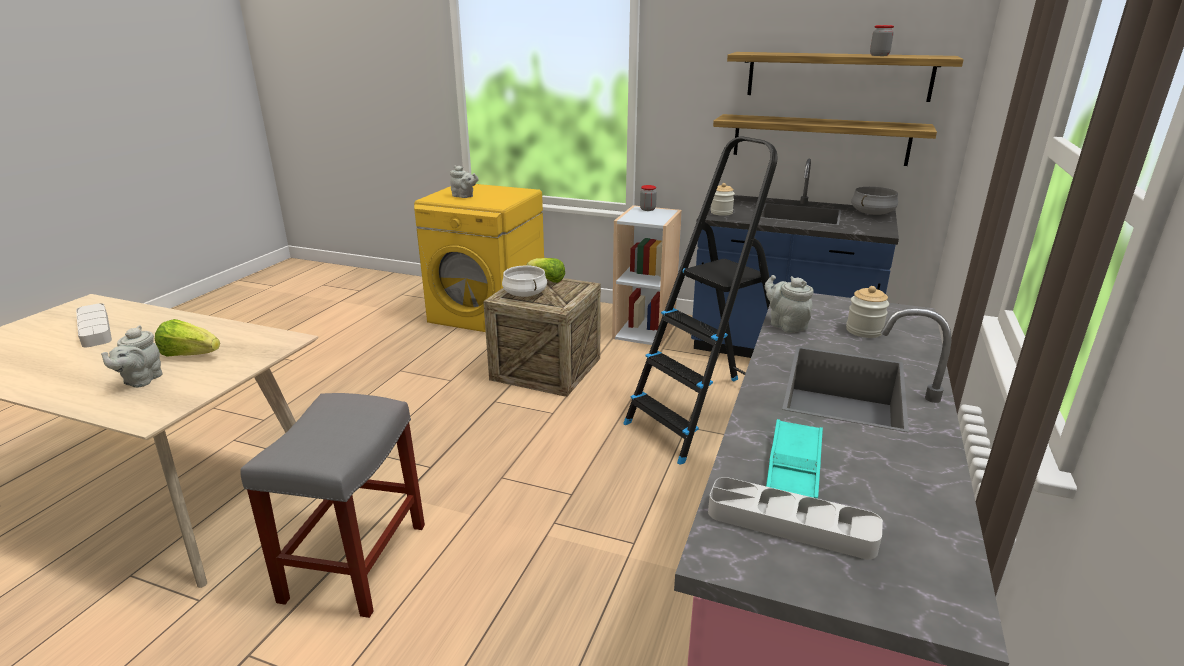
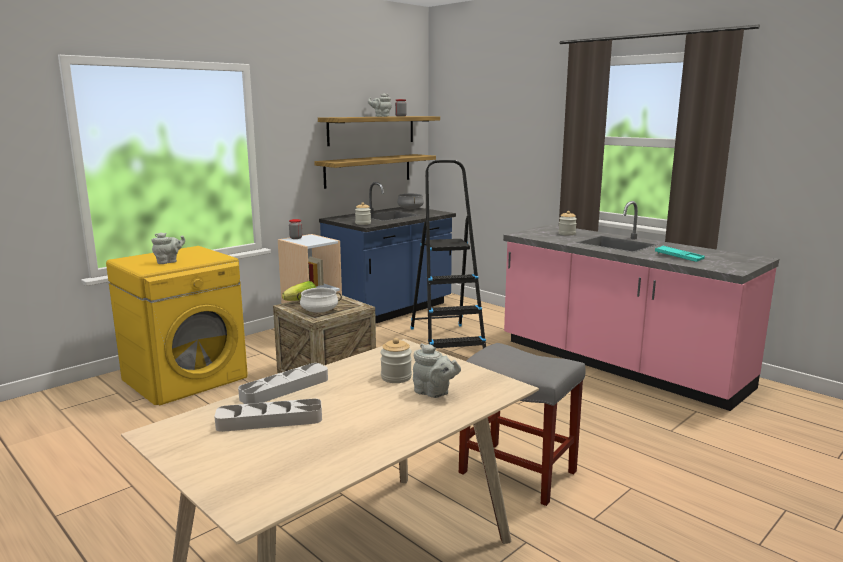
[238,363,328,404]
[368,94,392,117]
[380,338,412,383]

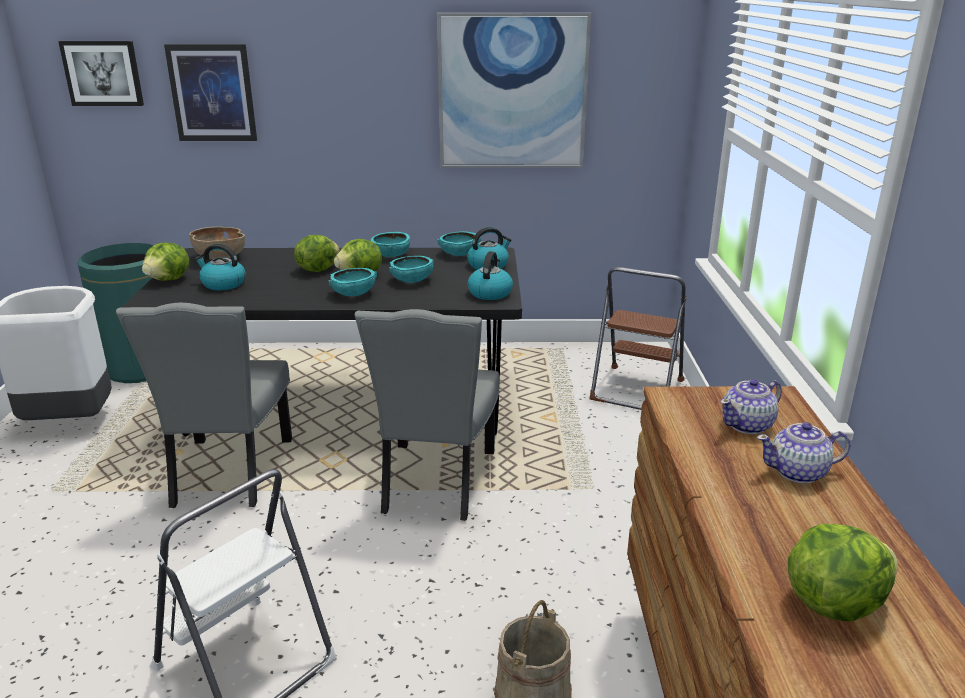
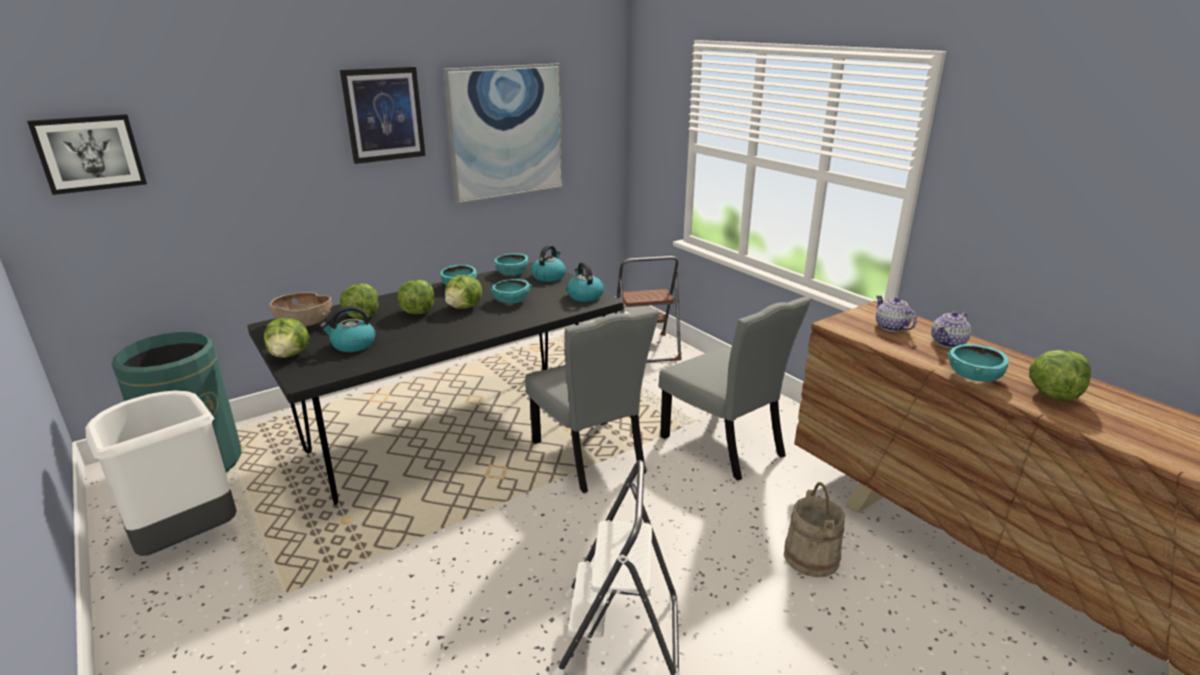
[340,67,426,164]
[340,284,378,319]
[658,297,811,481]
[876,295,917,332]
[947,344,1009,382]

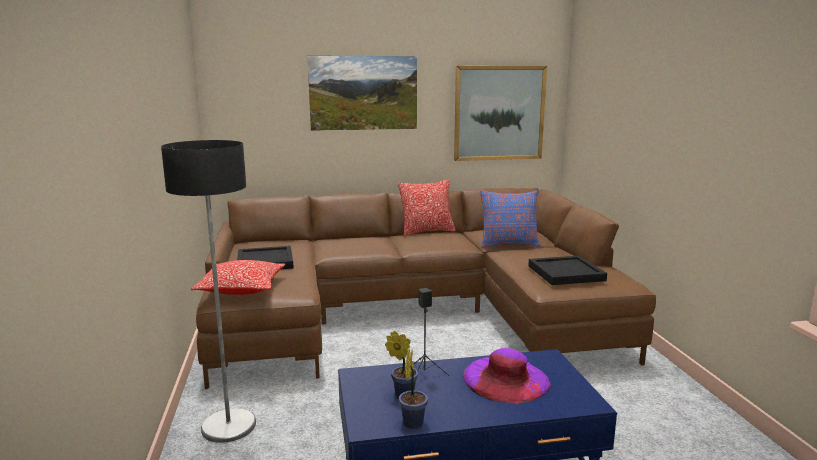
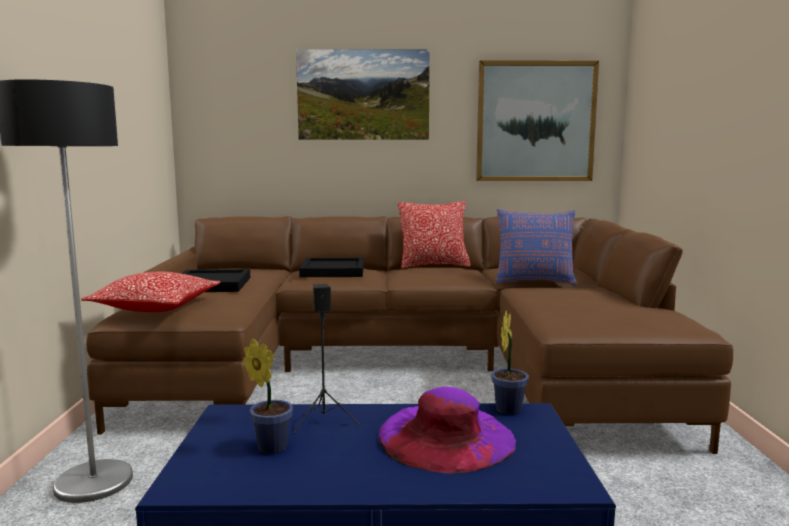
[299,258,364,277]
[491,310,529,414]

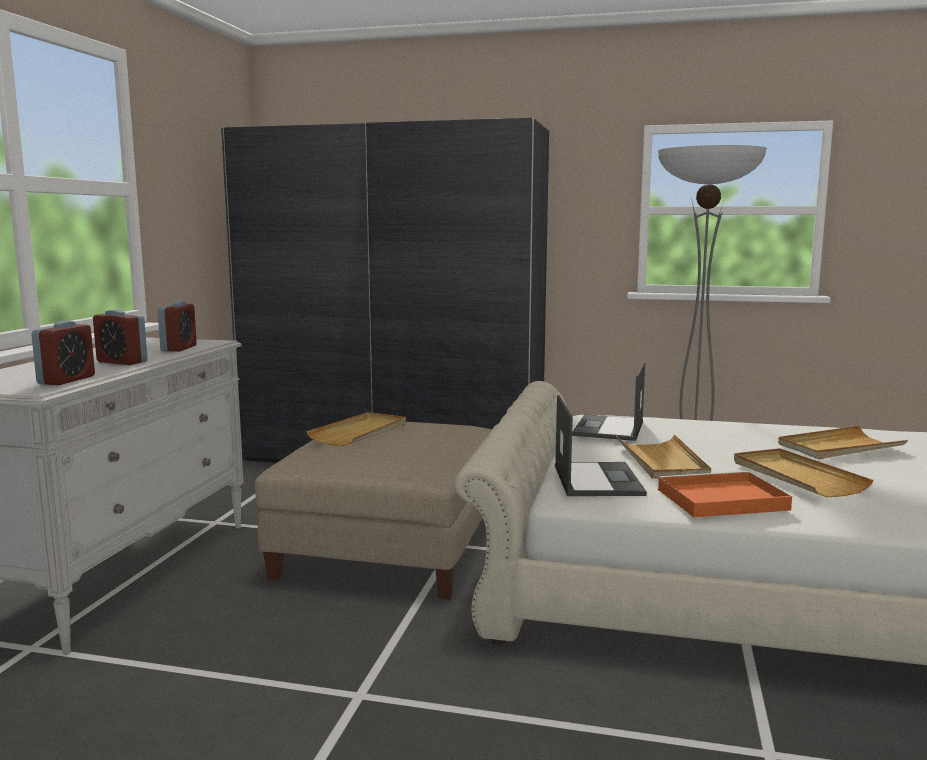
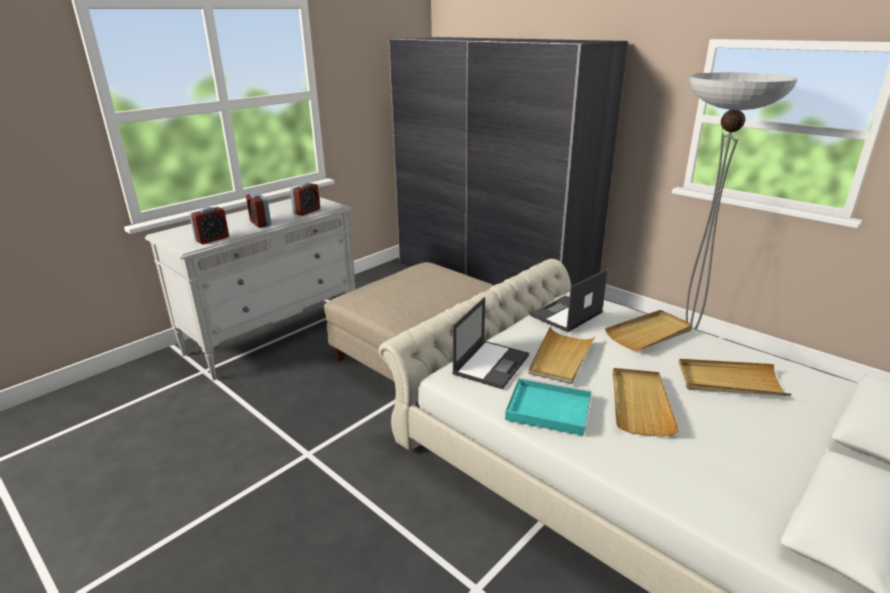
[505,377,591,436]
[605,310,693,351]

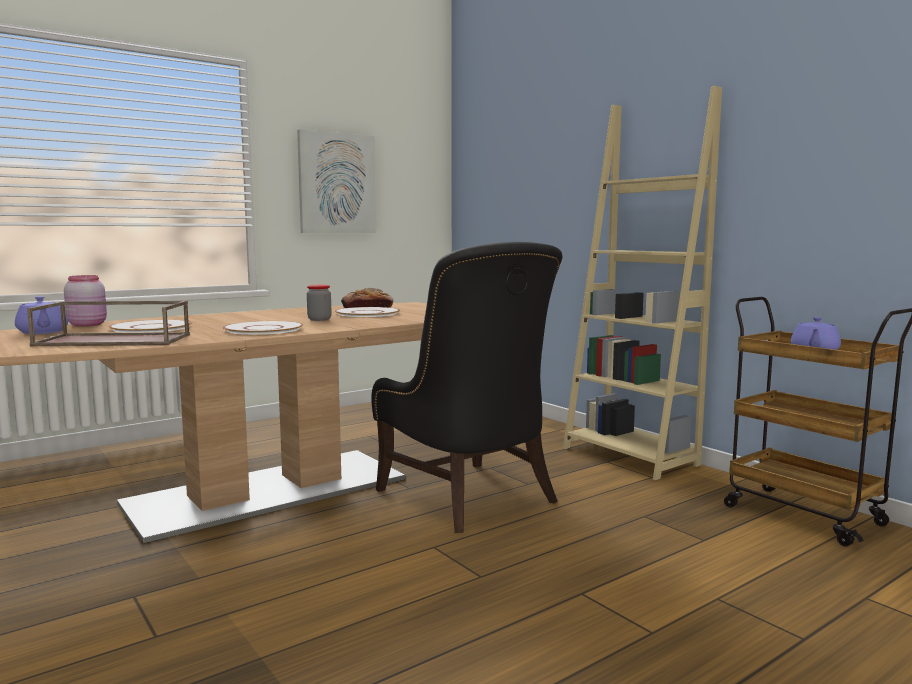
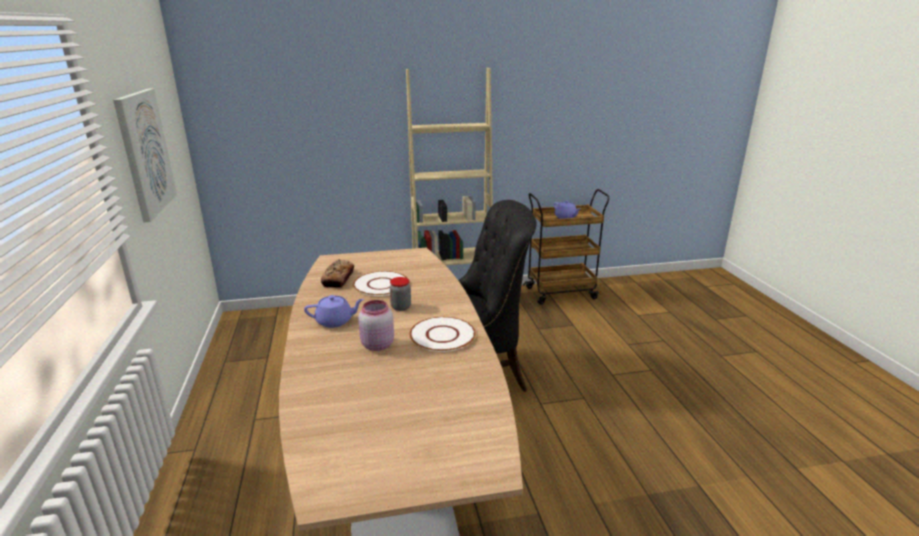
[304,295,364,328]
[358,300,394,351]
[27,301,190,346] (first image)
[109,320,192,333] (first image)

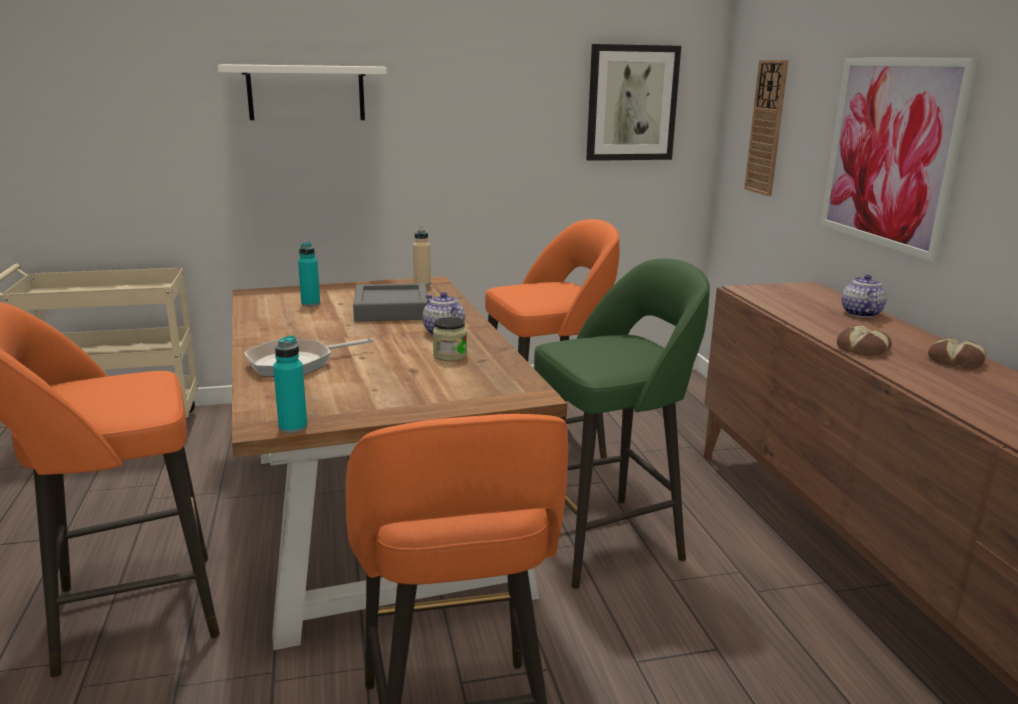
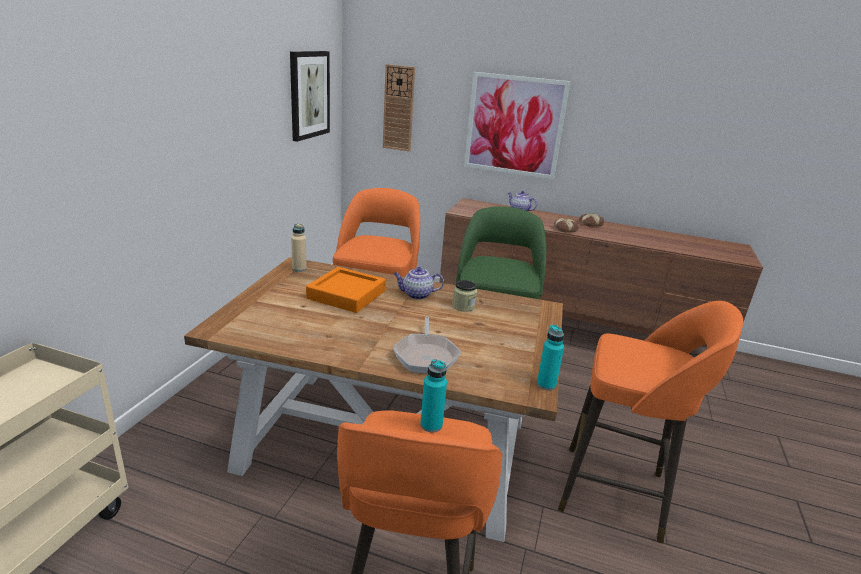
[306,267,386,313]
[420,359,447,432]
[218,64,387,120] (first image)

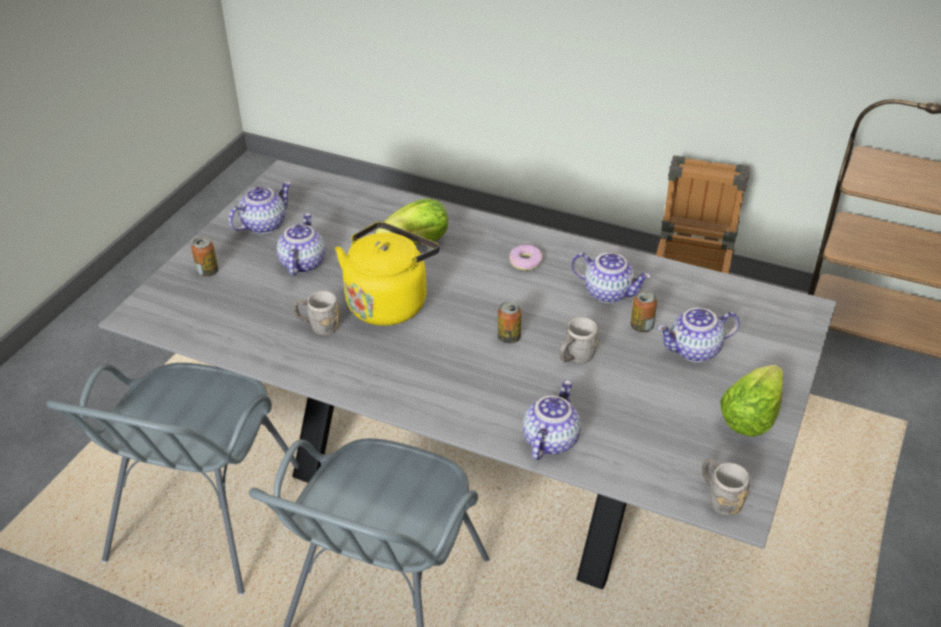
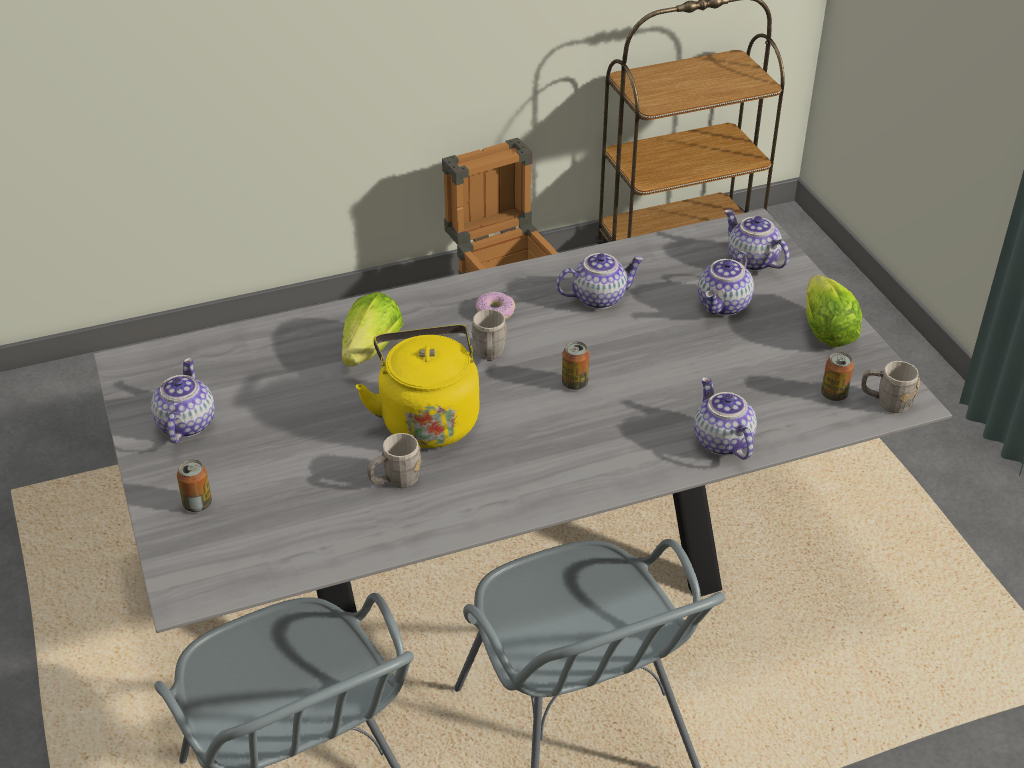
[471,309,507,361]
[725,209,790,271]
[821,352,854,401]

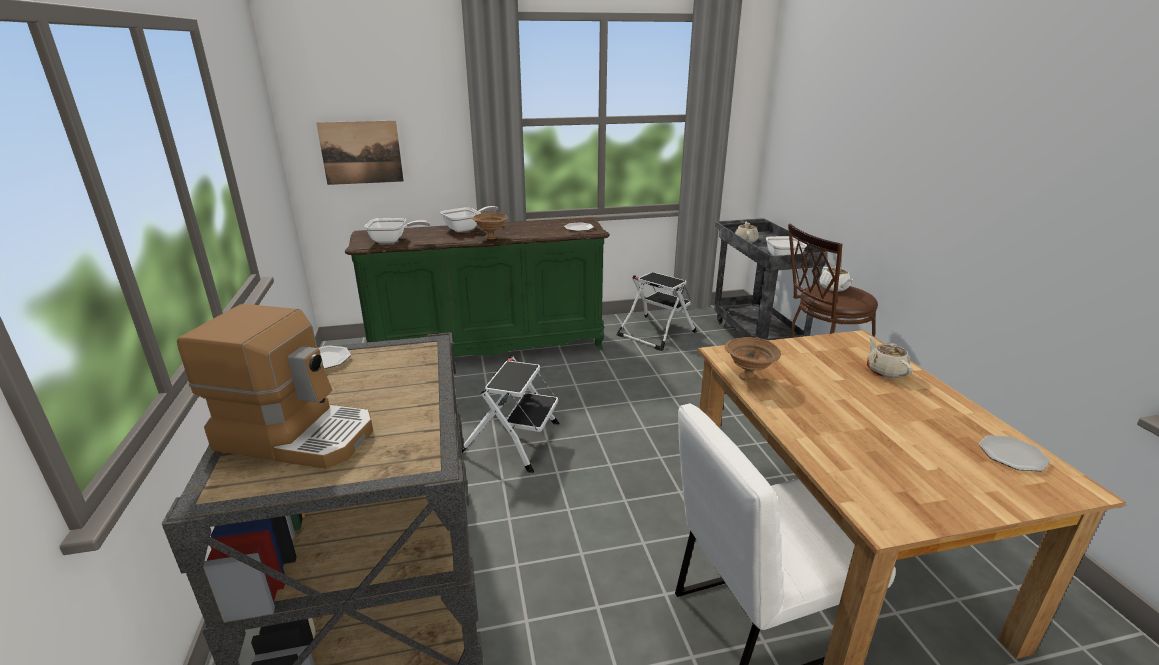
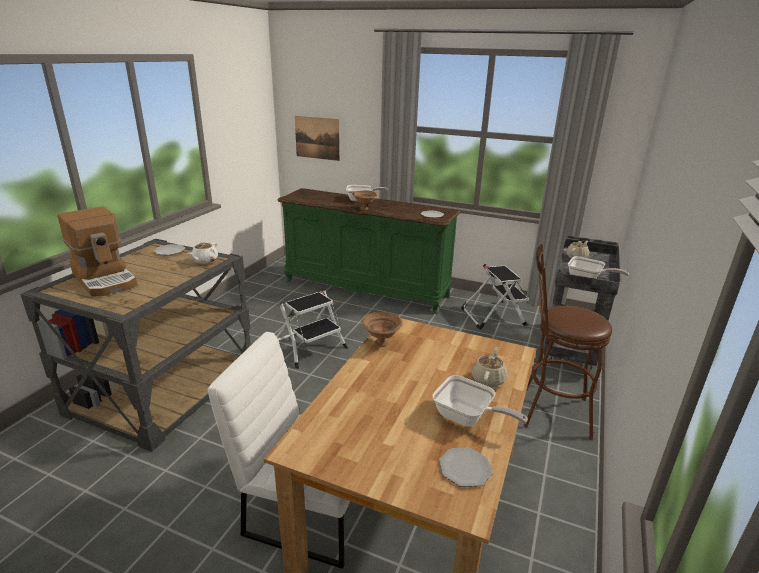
[188,242,218,264]
[433,375,528,427]

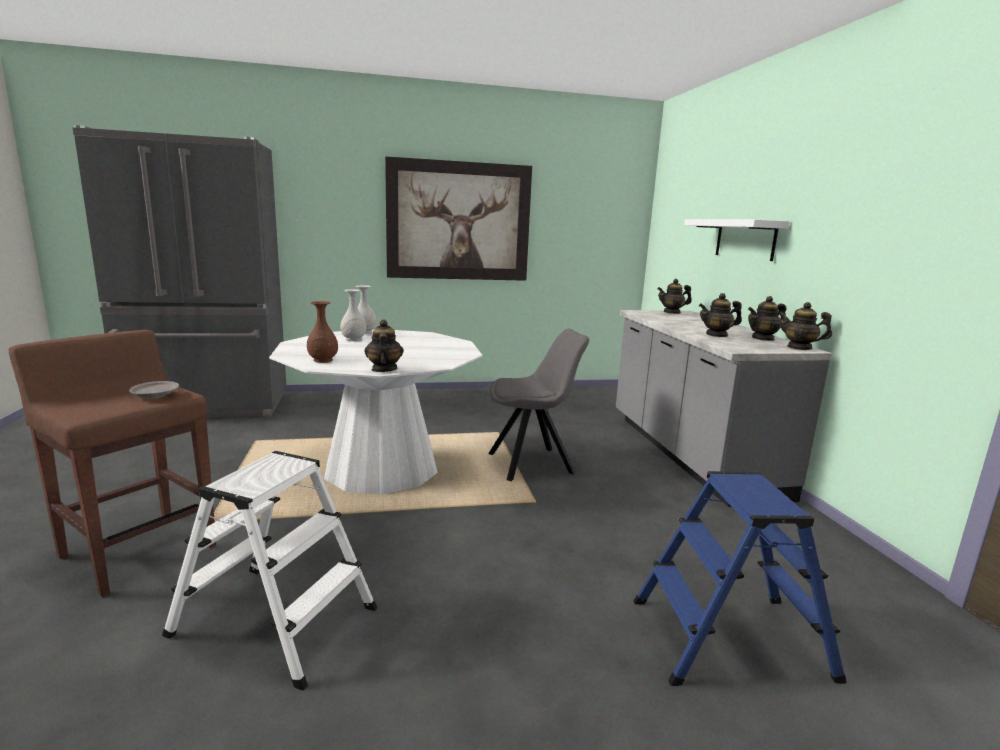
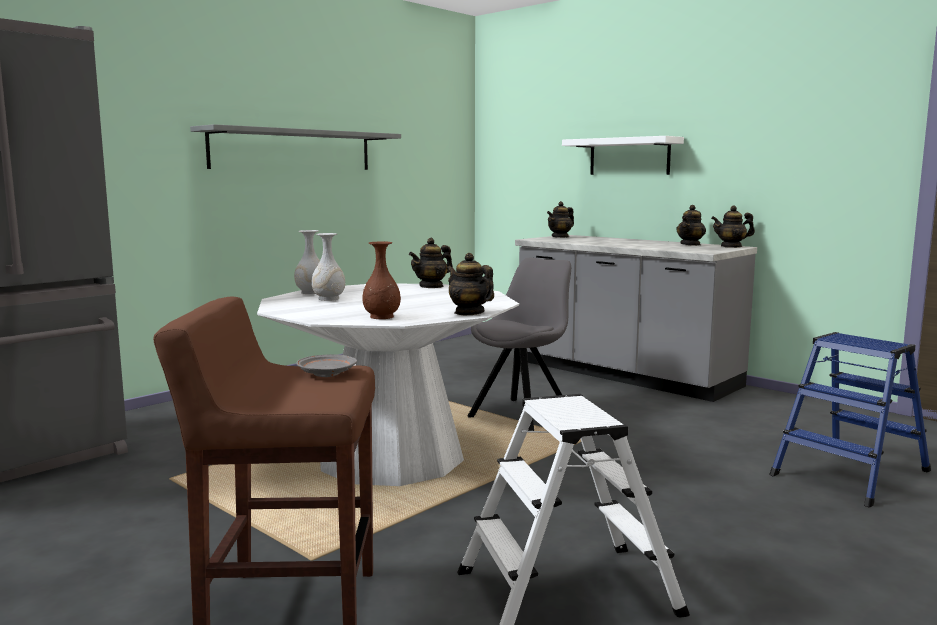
[190,124,401,170]
[409,238,453,288]

